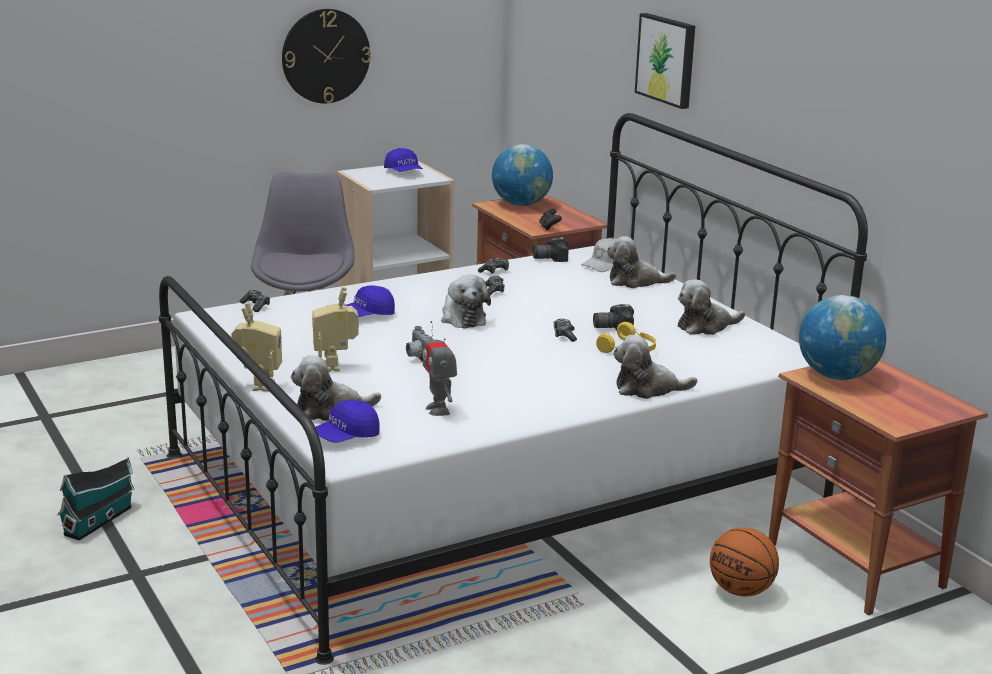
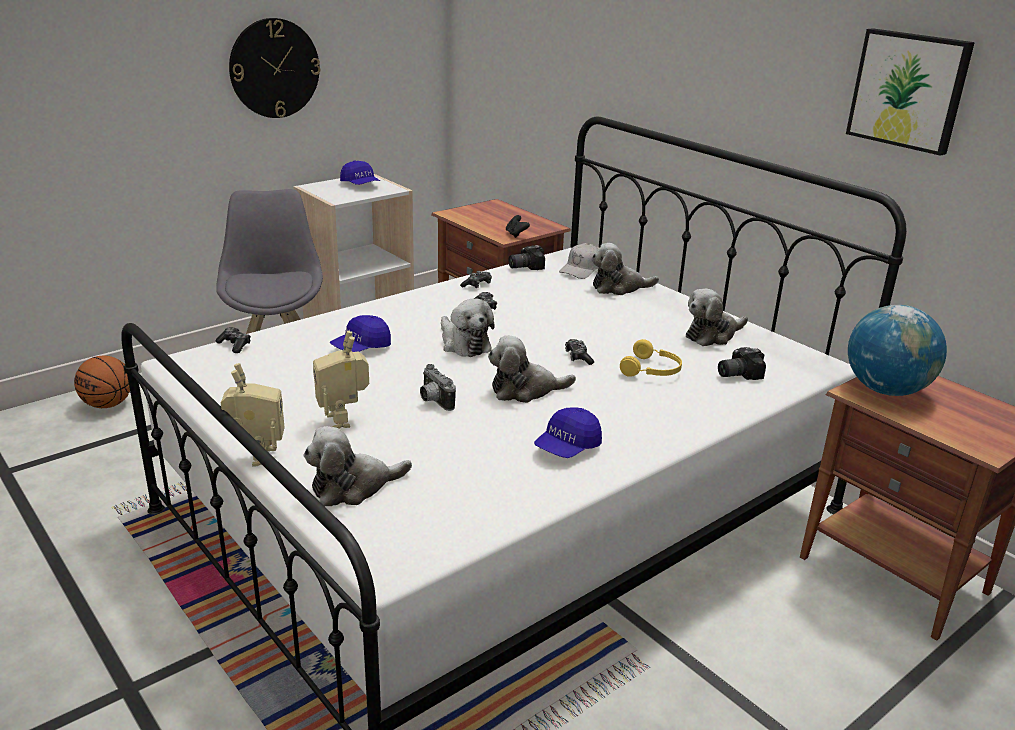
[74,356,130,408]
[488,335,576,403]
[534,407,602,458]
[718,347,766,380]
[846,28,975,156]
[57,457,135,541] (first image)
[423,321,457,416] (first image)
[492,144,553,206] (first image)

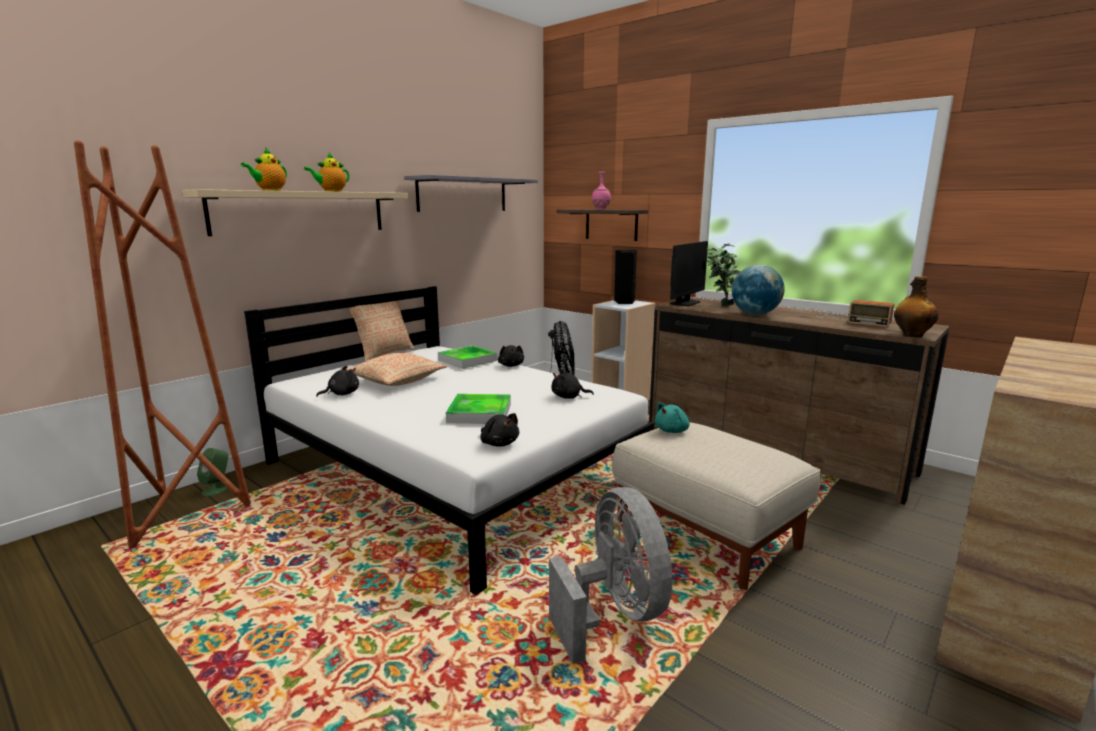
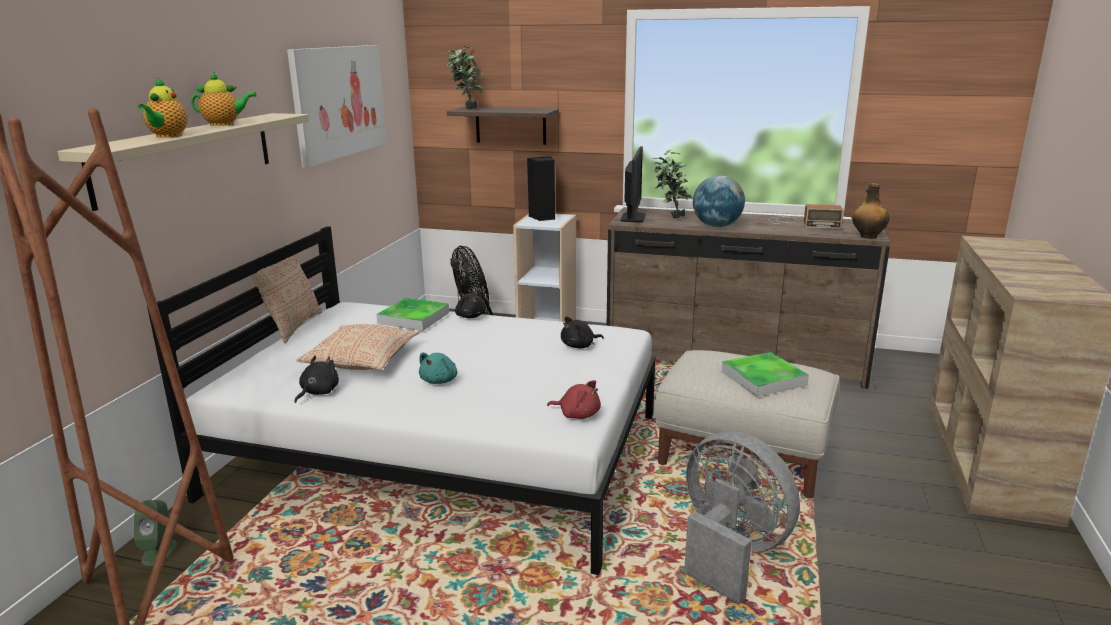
[191,71,257,126]
[287,45,387,167]
[419,353,458,384]
[446,46,484,109]
[547,380,601,419]
[721,352,809,397]
[592,170,611,209] (first image)

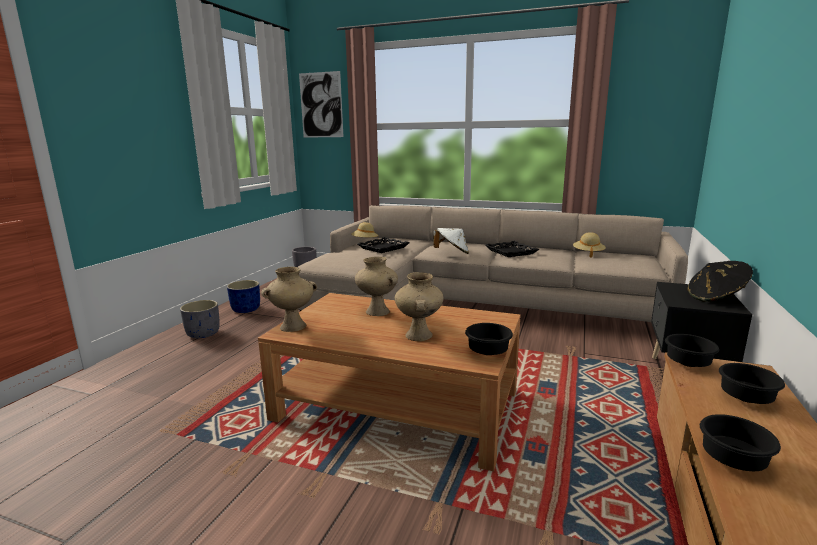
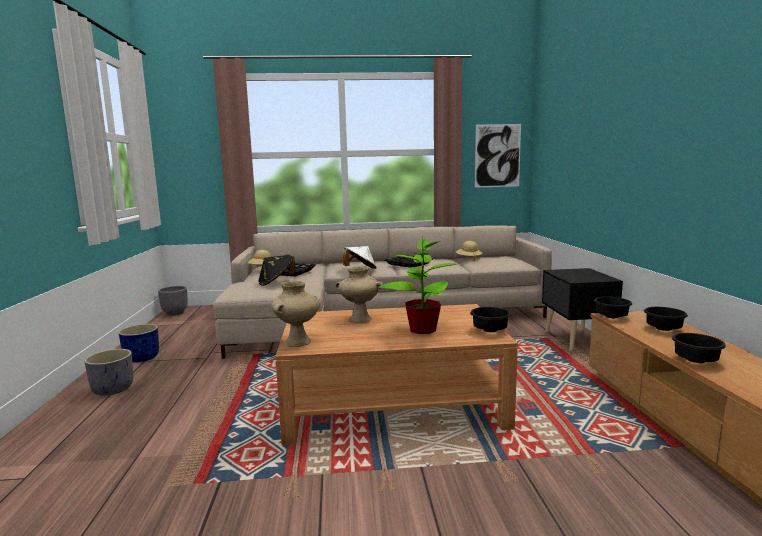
[258,255,296,286]
[378,236,458,334]
[475,124,521,188]

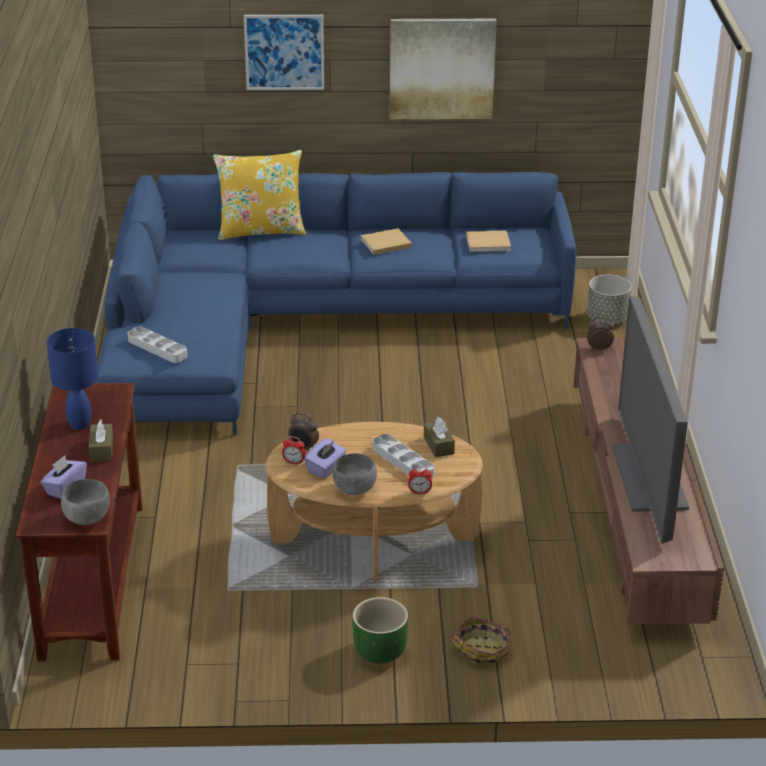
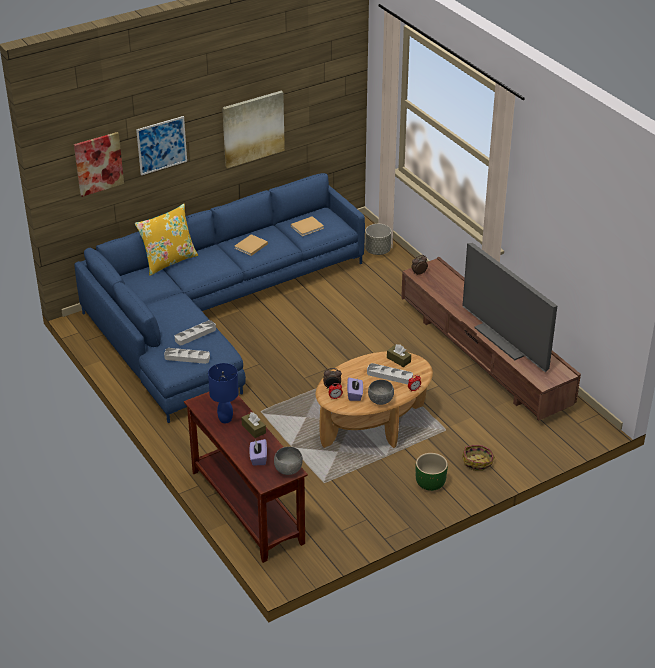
[74,132,124,197]
[175,320,216,345]

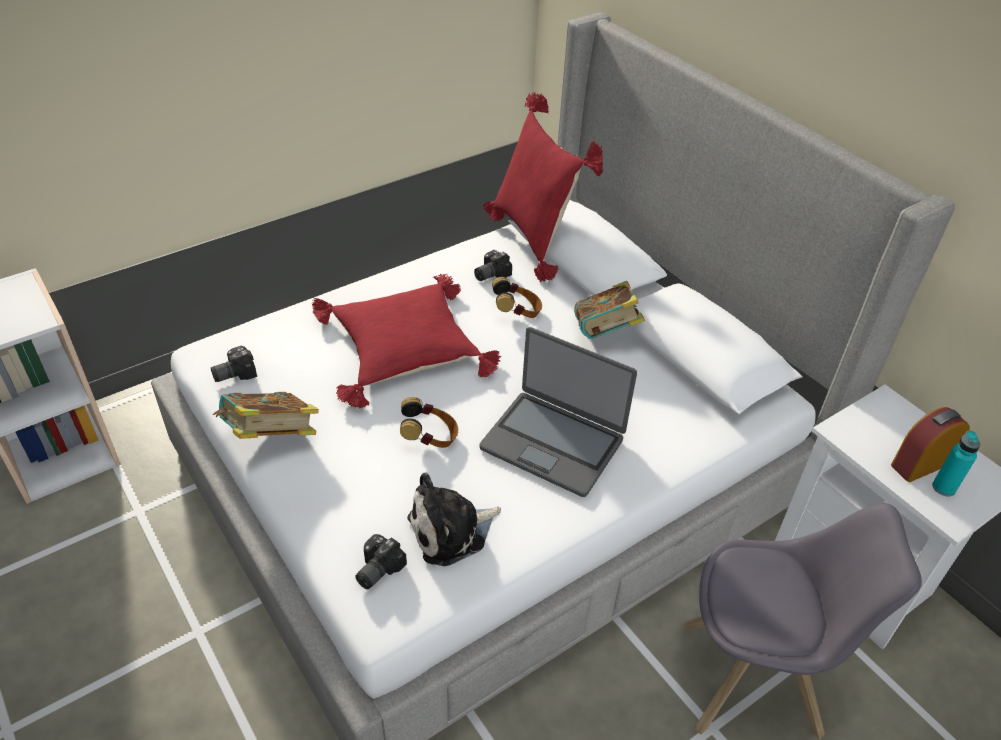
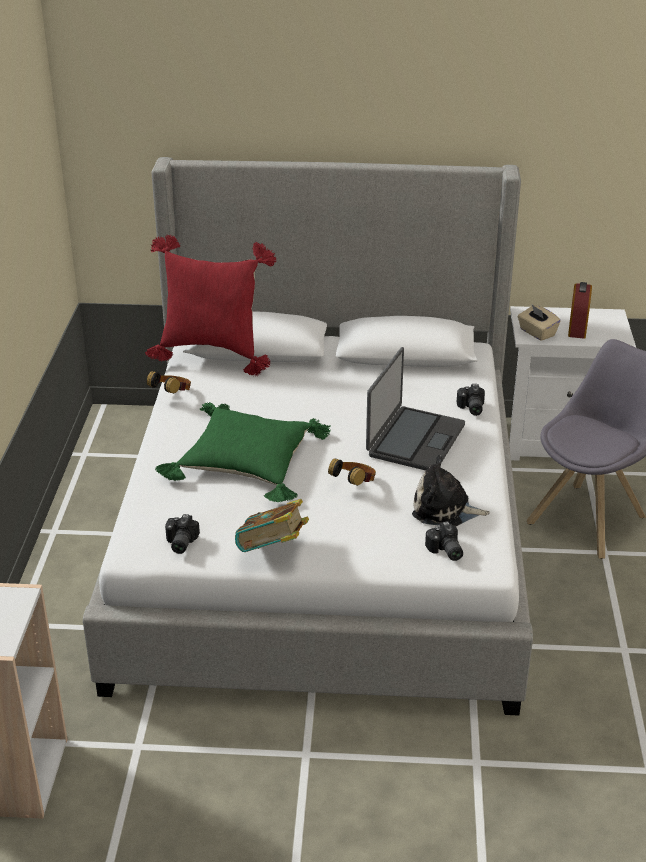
[147,371,191,394]
[155,402,331,503]
[366,347,465,471]
[412,455,490,526]
[457,384,485,416]
[518,305,560,341]
[574,281,645,339] (first image)
[932,431,980,497] (first image)

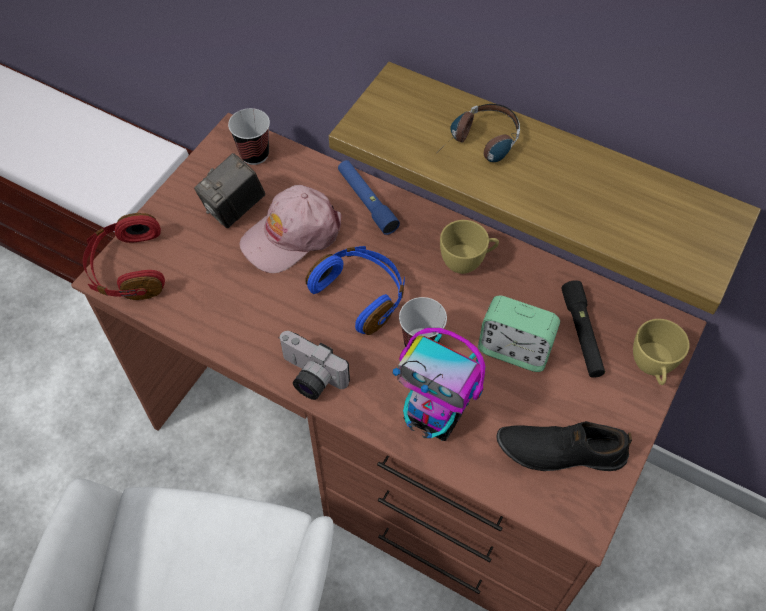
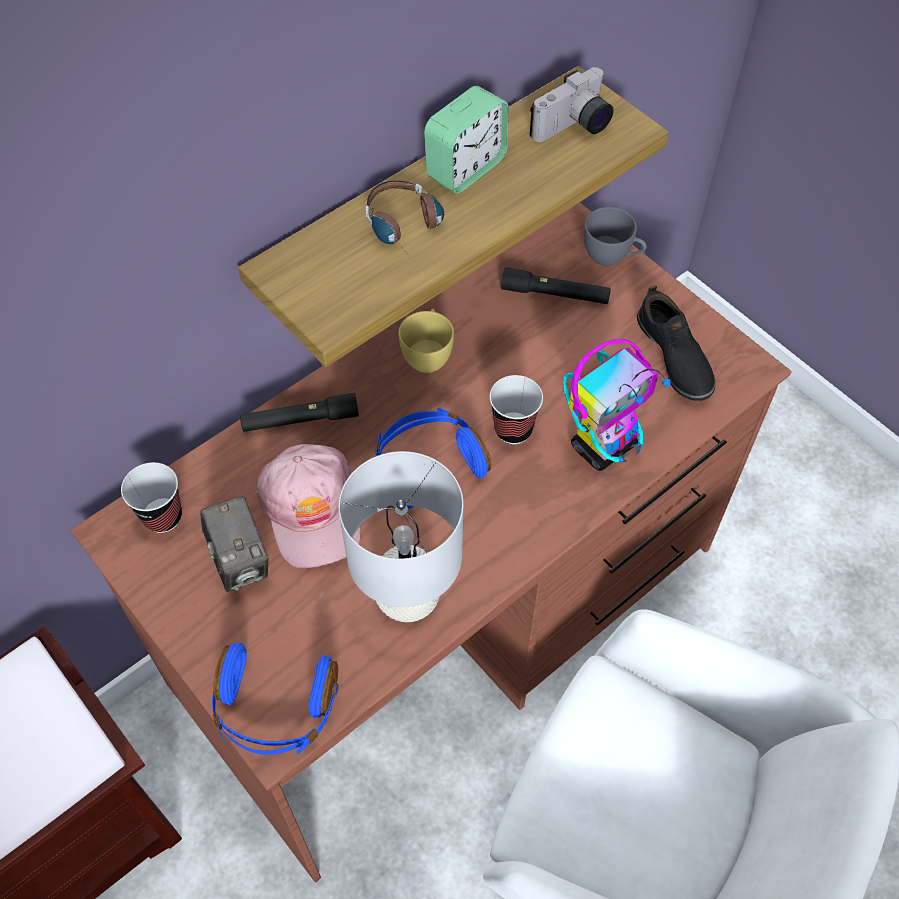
[212,643,338,755]
[240,393,359,432]
[339,451,463,622]
[424,86,509,193]
[530,67,614,142]
[584,207,647,266]
[637,285,715,401]

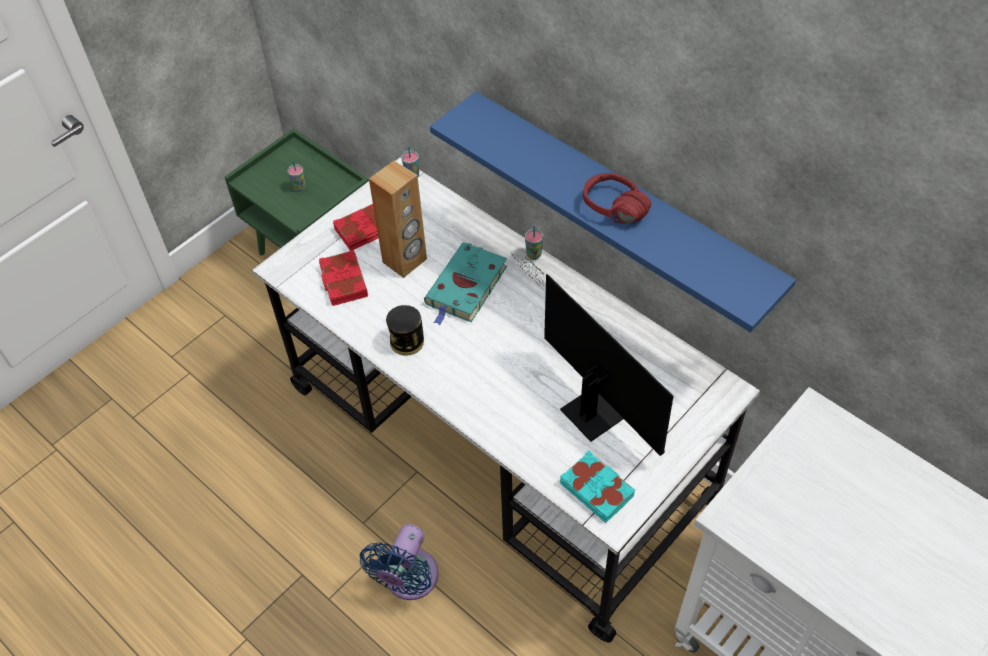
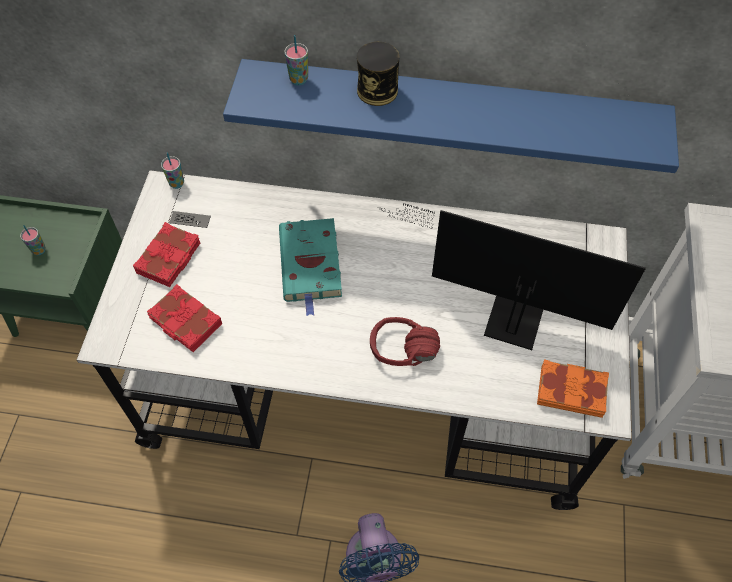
[284,35,308,85]
[357,42,399,106]
[370,317,440,366]
[537,359,609,418]
[369,160,427,278] (first image)

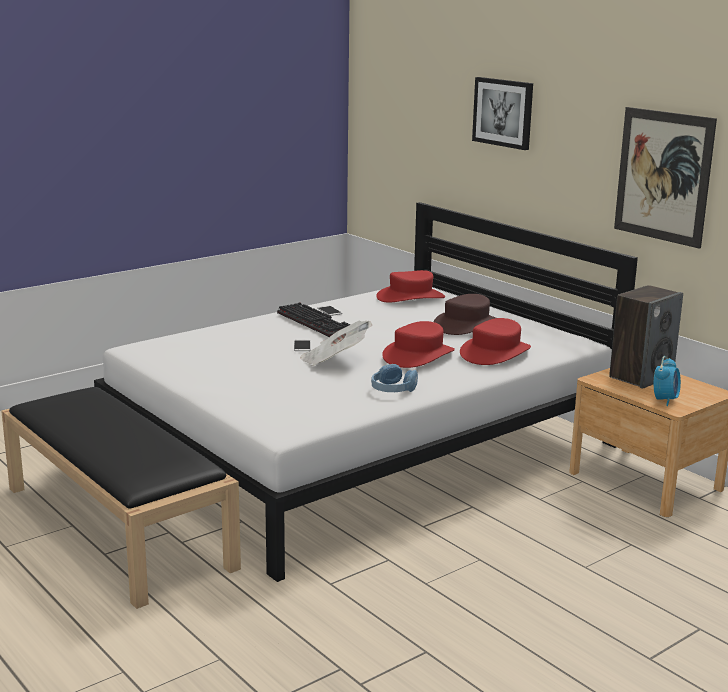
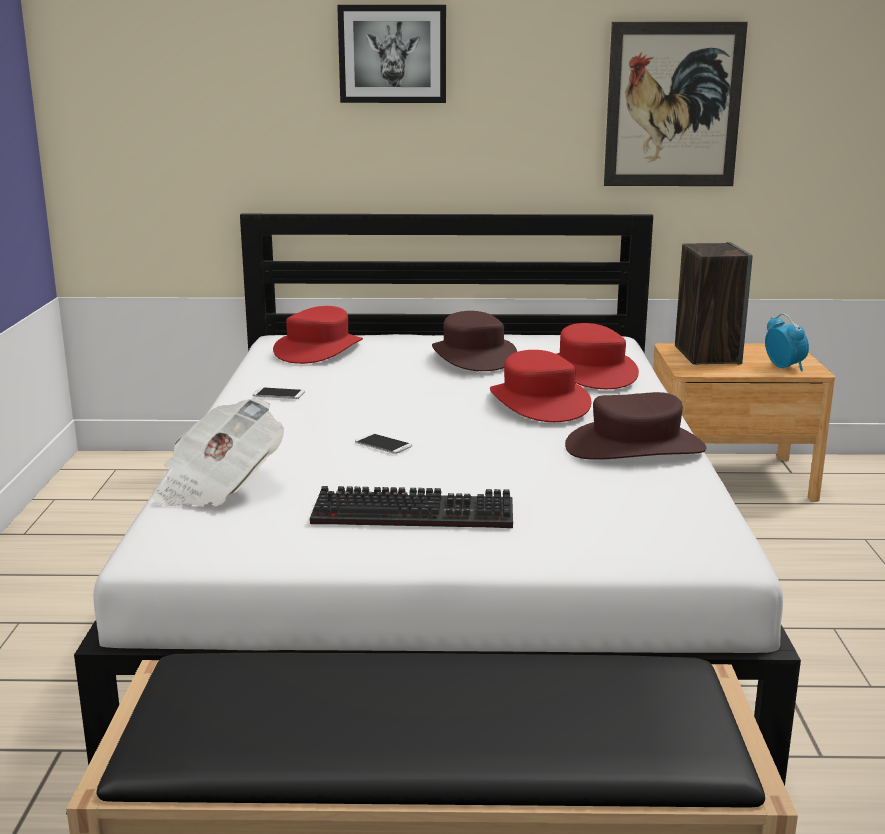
[153,399,284,506]
[310,486,513,528]
[565,392,707,460]

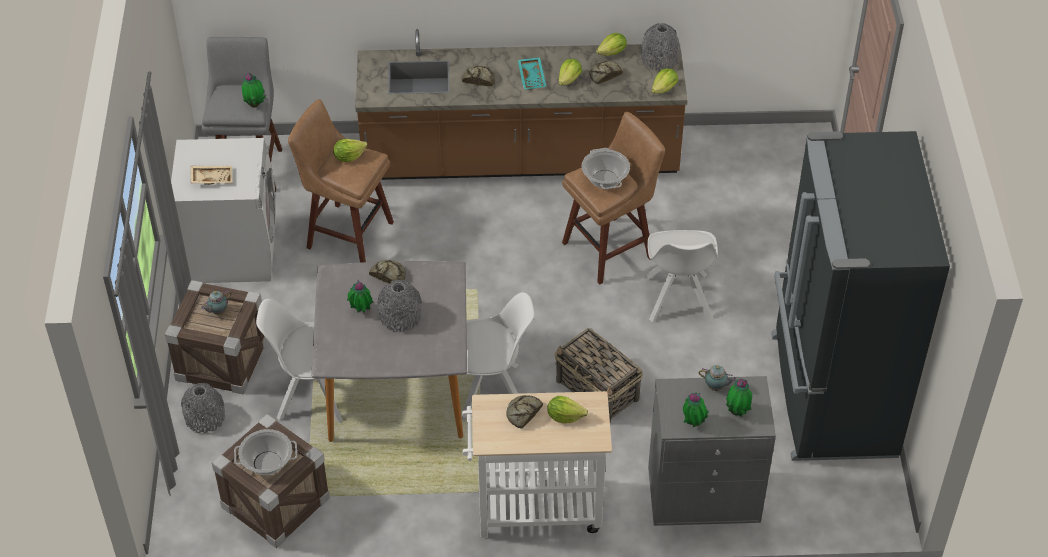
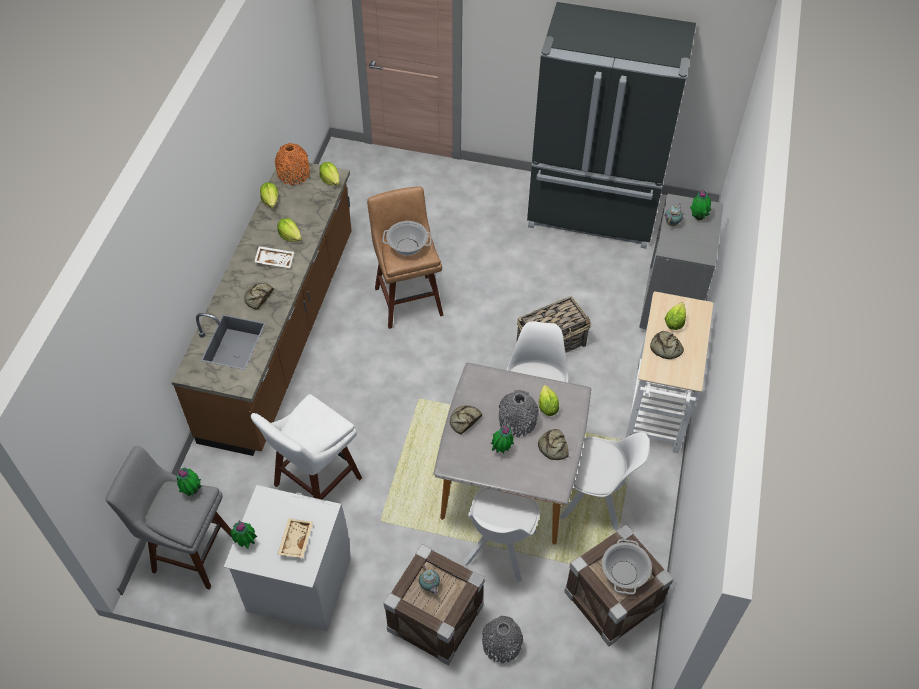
[230,520,257,549]
[251,394,362,500]
[254,246,294,268]
[275,143,310,185]
[538,429,569,460]
[539,385,559,416]
[560,432,650,531]

